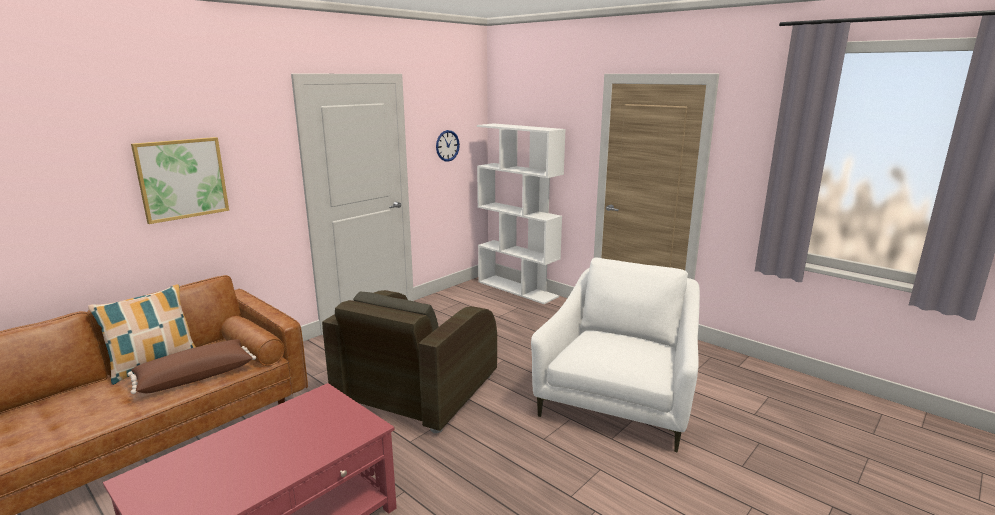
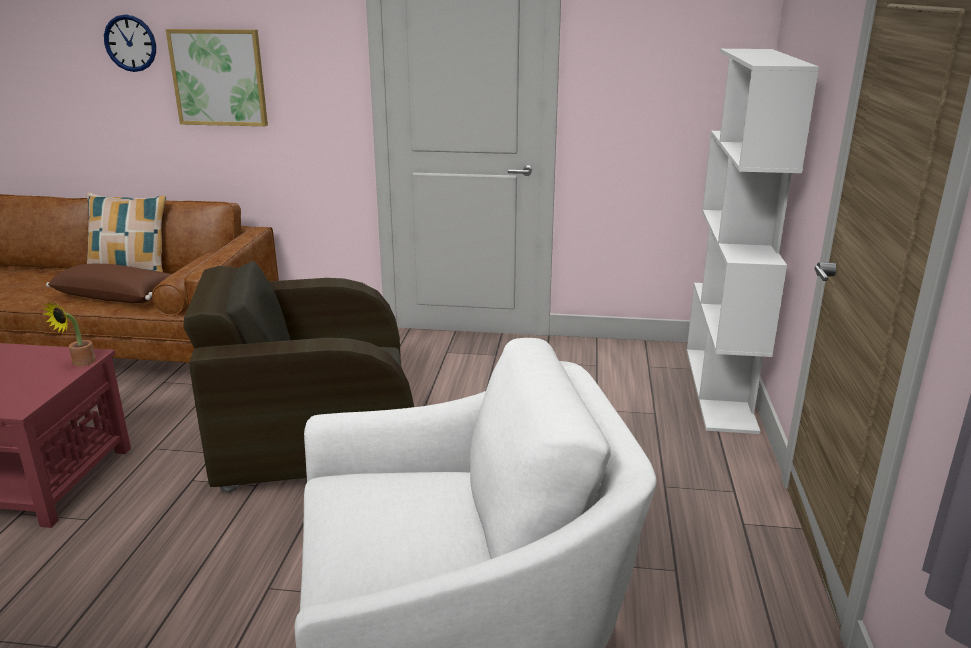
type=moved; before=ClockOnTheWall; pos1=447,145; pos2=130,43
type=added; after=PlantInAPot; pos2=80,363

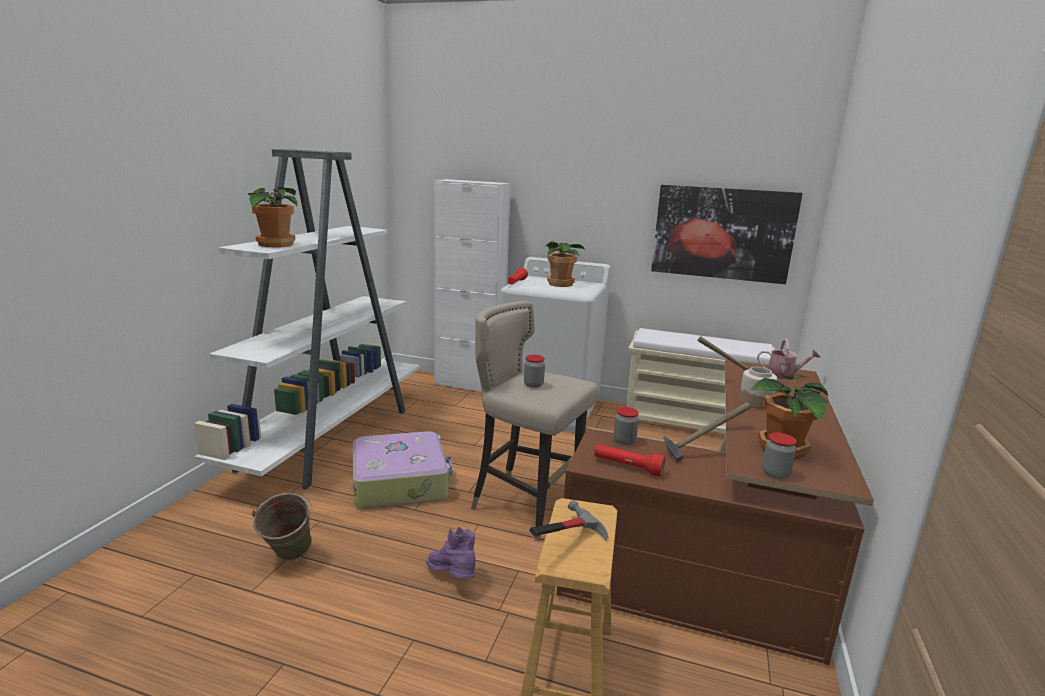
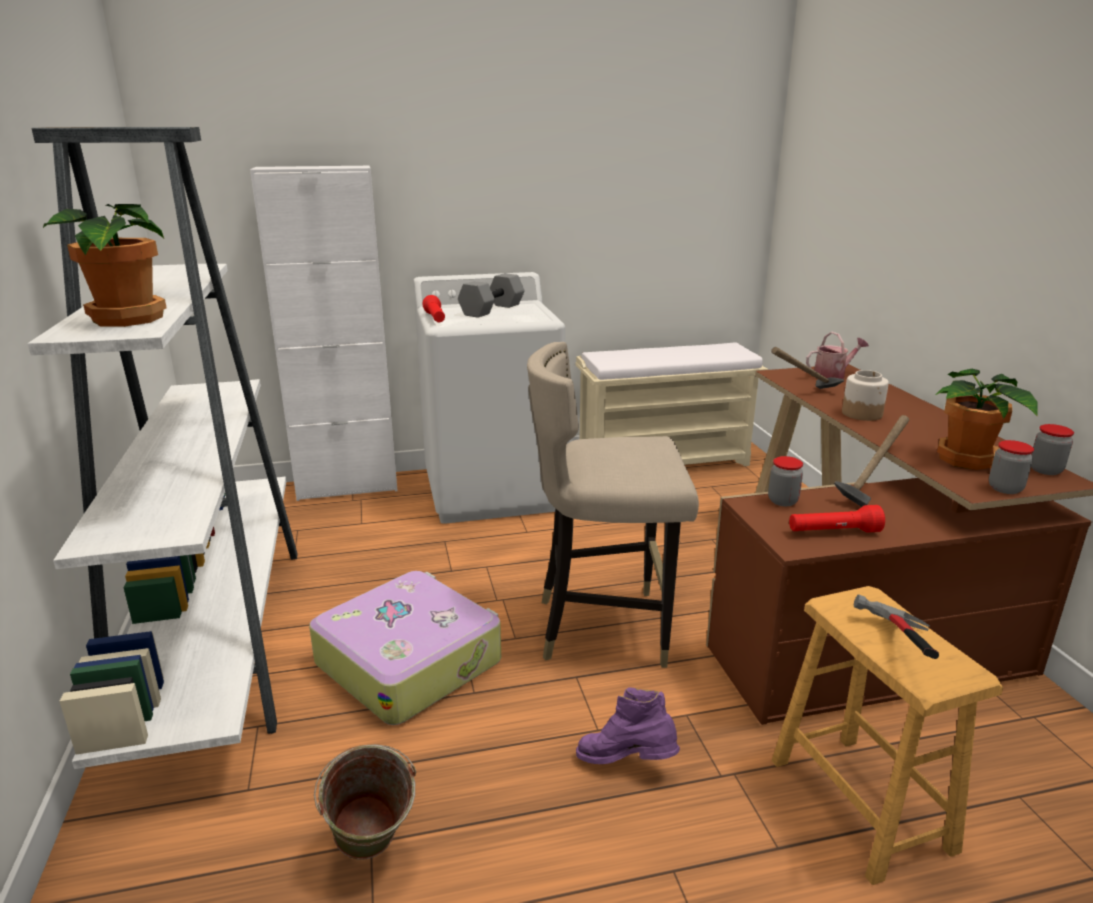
type=moved; before=Jar; pos1=533,385; pos2=1045,470
type=replaced; before=PlantInAPot; after=GrayDumbbell; pos1=560,284; pos2=492,310
type=removed; before=WallArt; pos1=722,233

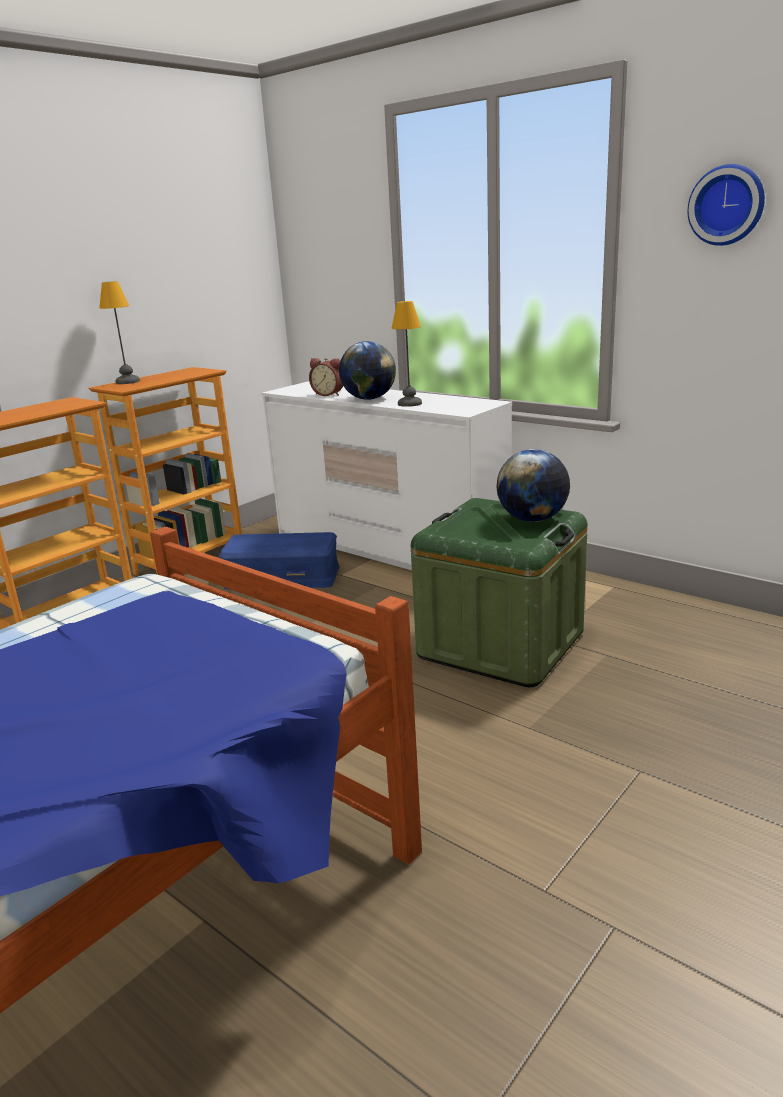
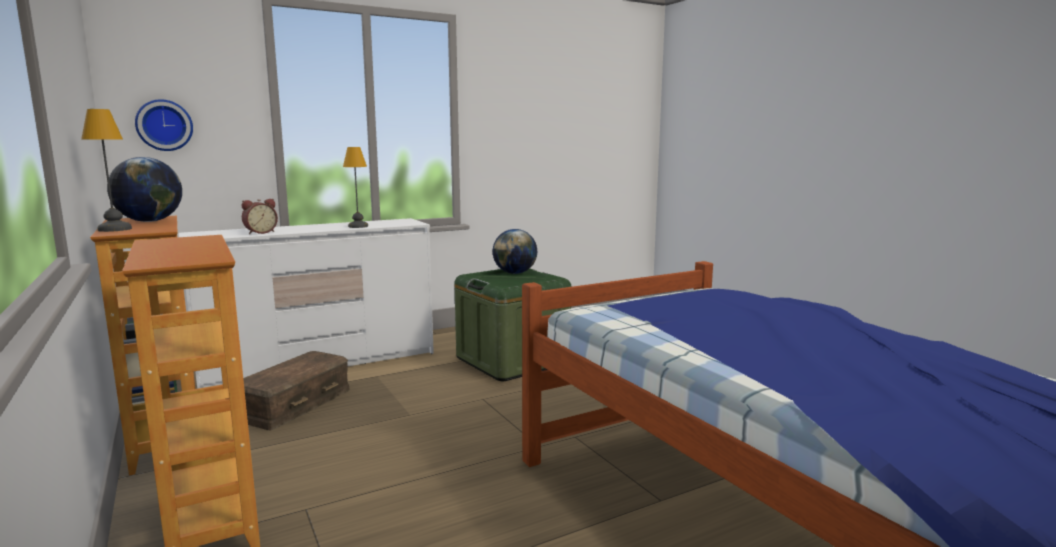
type=recoloured; before=BlueStorageBox; after=BrownishStorageBox; pos1=283,576; pos2=294,404
type=moved; before=WorldGlobe; pos1=369,399; pos2=149,221
type=moved; before=ClockOnTheWall; pos1=727,205; pos2=164,125

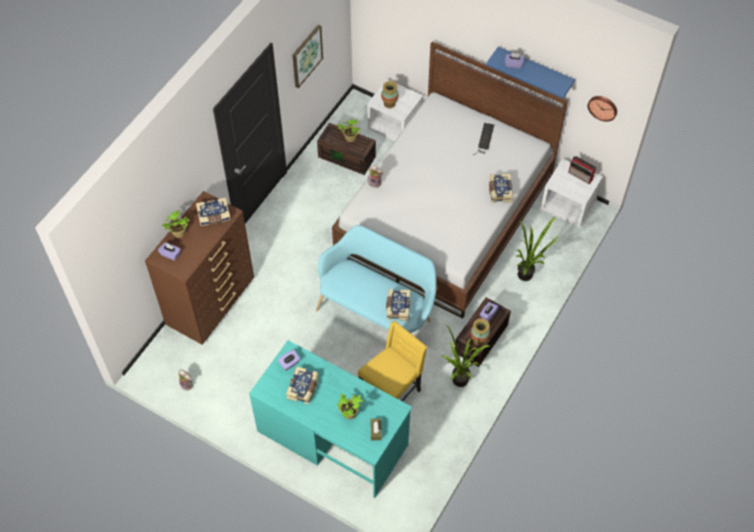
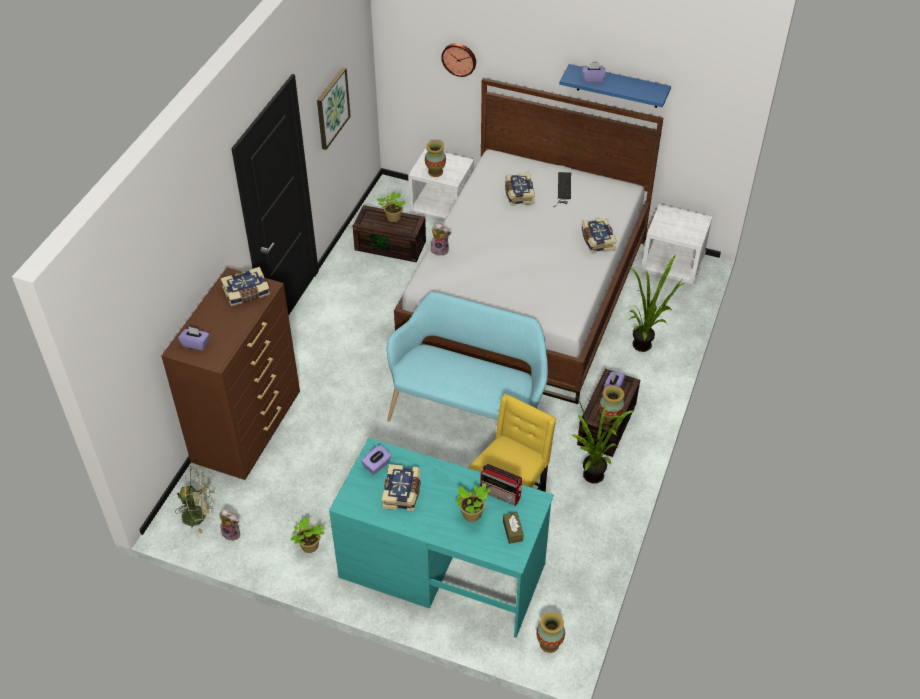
type=moved; before=PlantInAPot; pos1=178,233; pos2=309,547
type=moved; before=Volume; pos1=397,307; pos2=518,194
type=moved; before=RadioReceiver; pos1=581,176; pos2=501,494
type=moved; before=ClockOnTheWall; pos1=603,107; pos2=459,59
type=added; after=GreenElectricFan; pos2=200,515
type=added; after=Vase; pos2=549,644

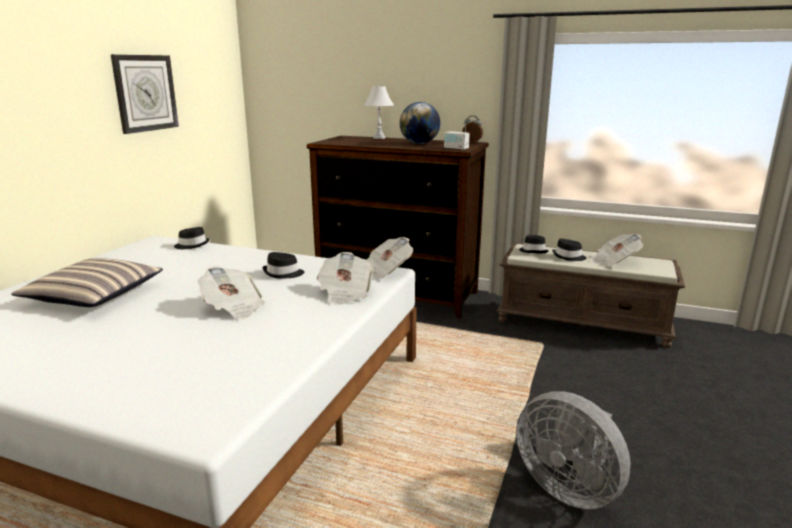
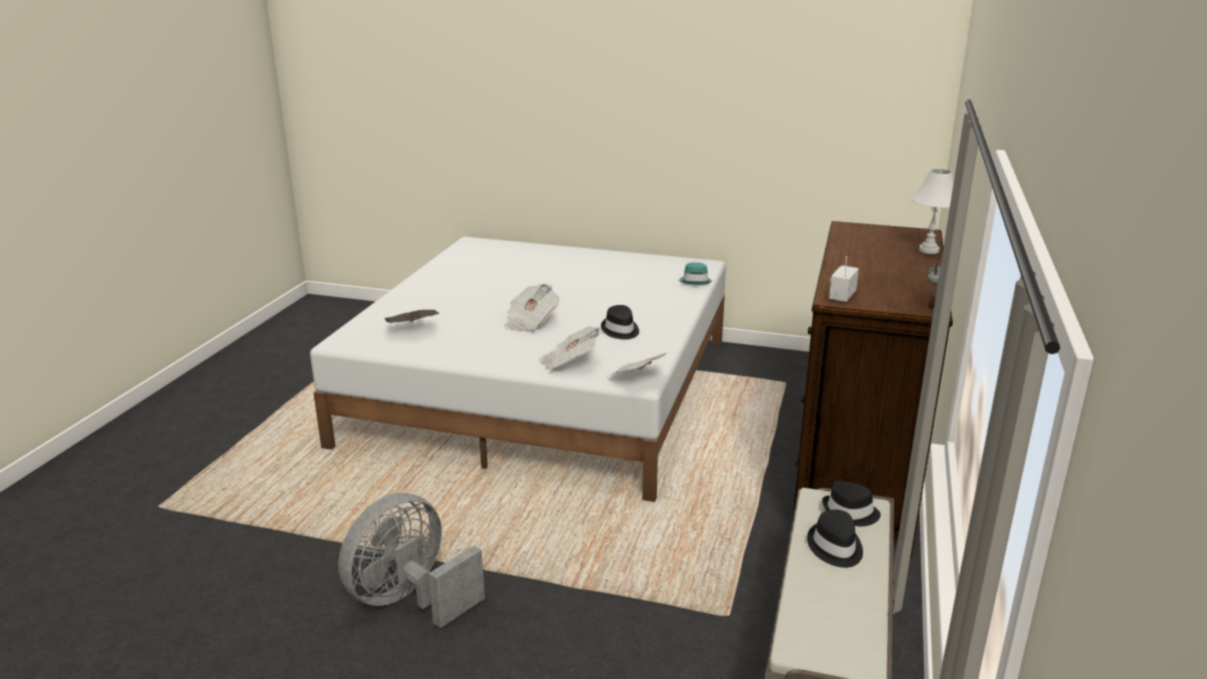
type=removed; before=ThrowPillow; pos1=94,295
type=removed; before=ClockOnTheWall; pos1=145,93
type=recoloured; before=BlackClothingHat; after=TurquoiseClothingHat; pos1=192,245; pos2=695,281
type=removed; before=WorldGlobe; pos1=419,143
type=moved; before=Newspaper; pos1=614,261; pos2=412,330

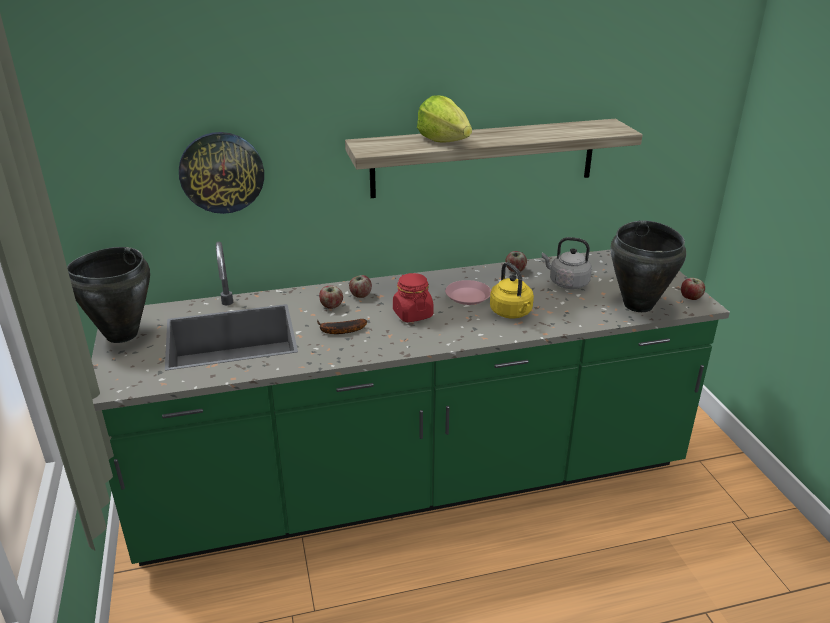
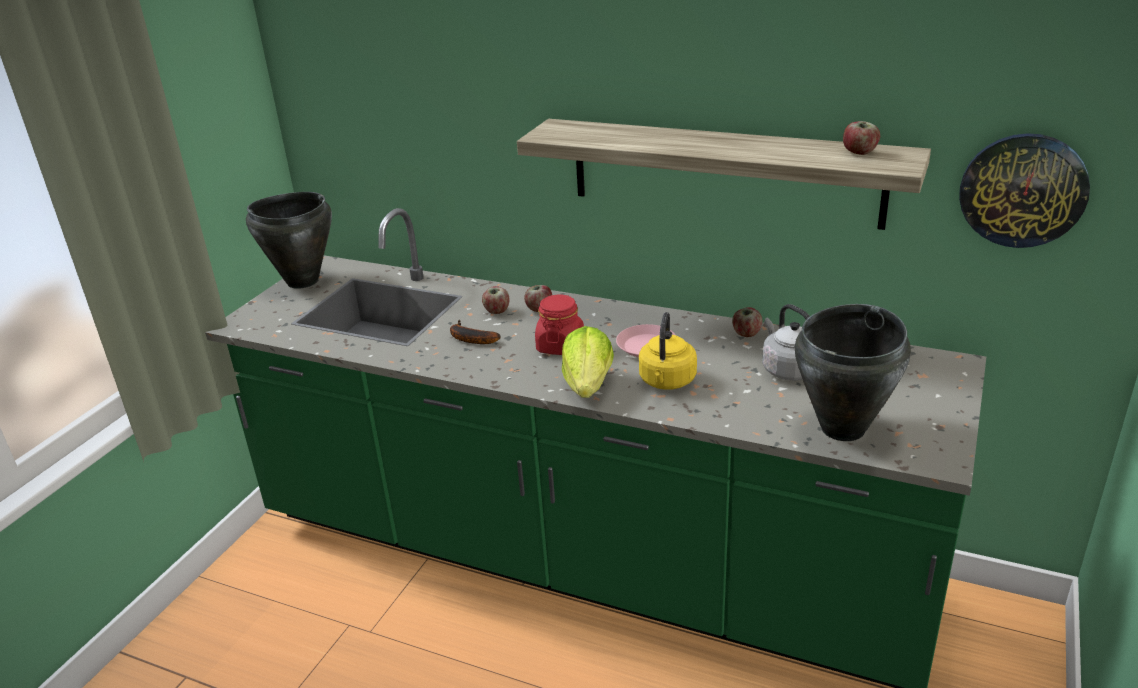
type=moved; before=ClockOnTheWall; pos1=221,172; pos2=1023,190
type=moved; before=LettuceHead; pos1=444,141; pos2=588,386
type=moved; before=Apple; pos1=691,298; pos2=859,153

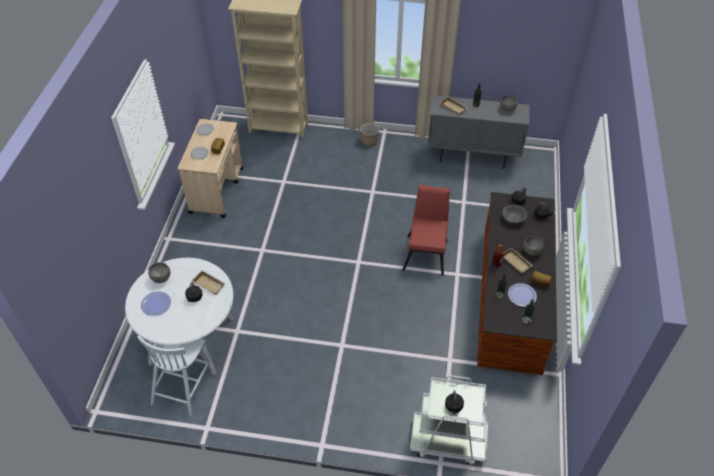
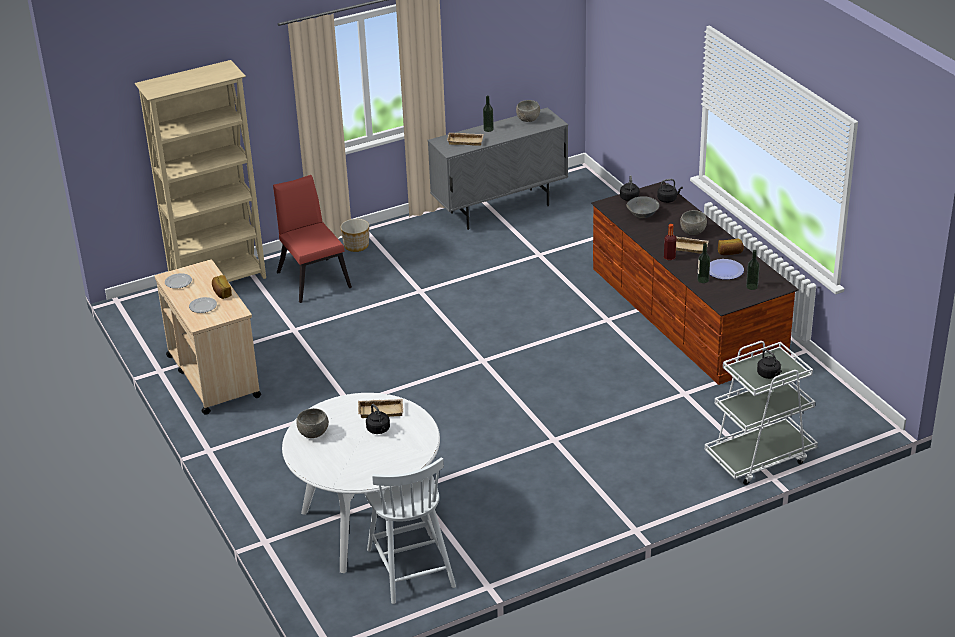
type=removed; before=FlatDish; pos1=156,304
type=moved; before=RedUprightChair; pos1=426,252; pos2=313,277

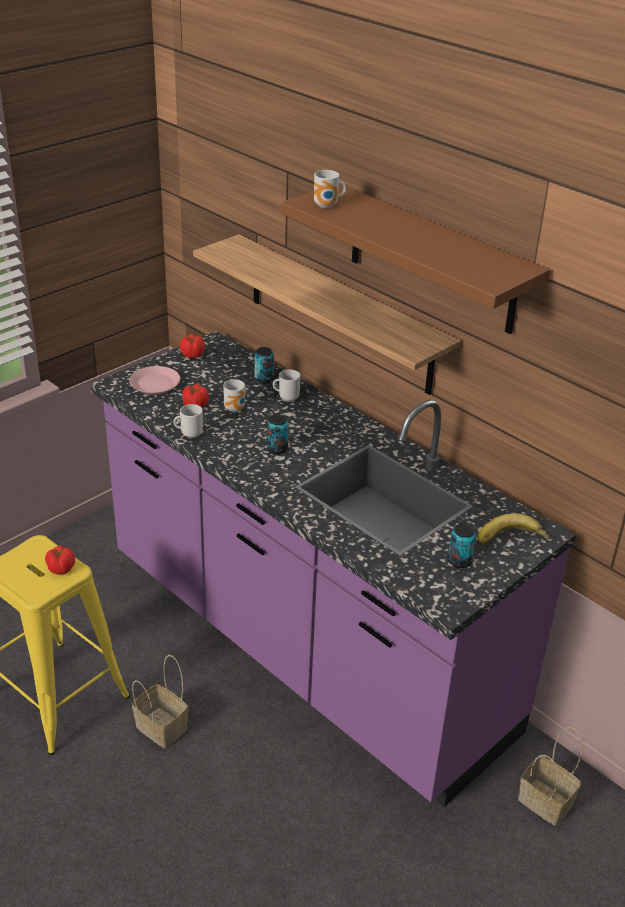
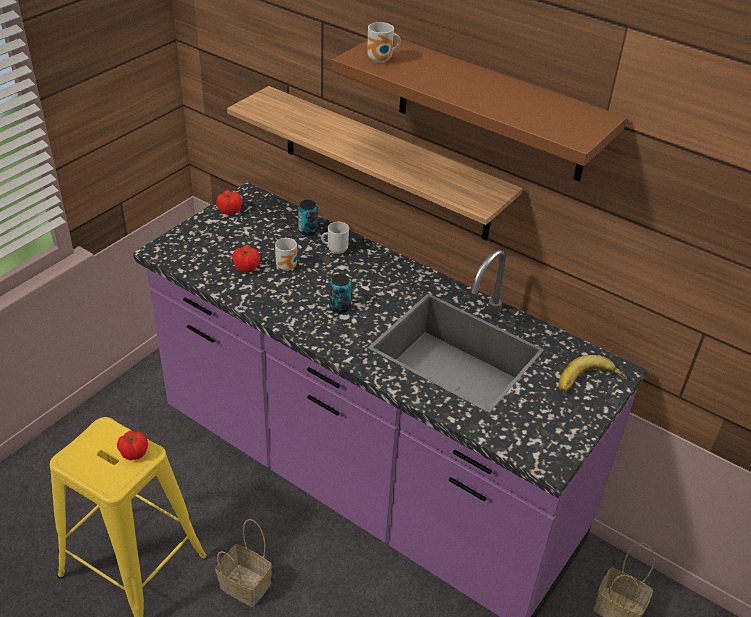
type=removed; before=PinkFlatDish; pos1=155,384
type=removed; before=Mug; pos1=190,434
type=removed; before=MetalCan; pos1=459,561

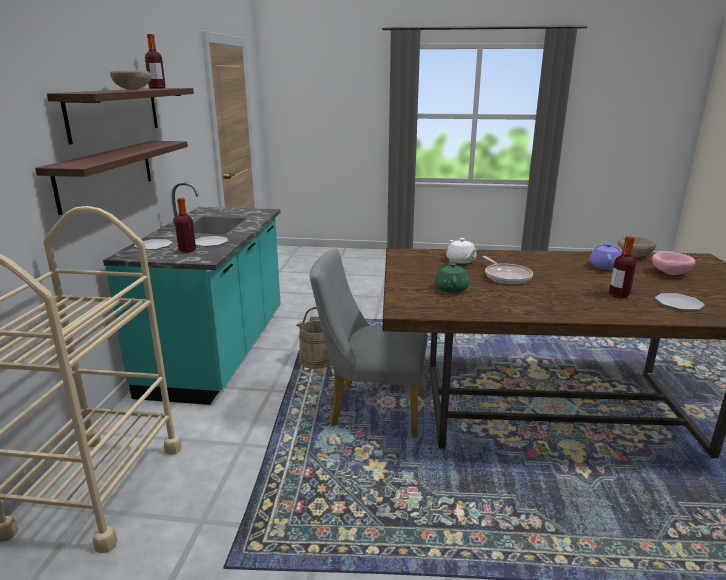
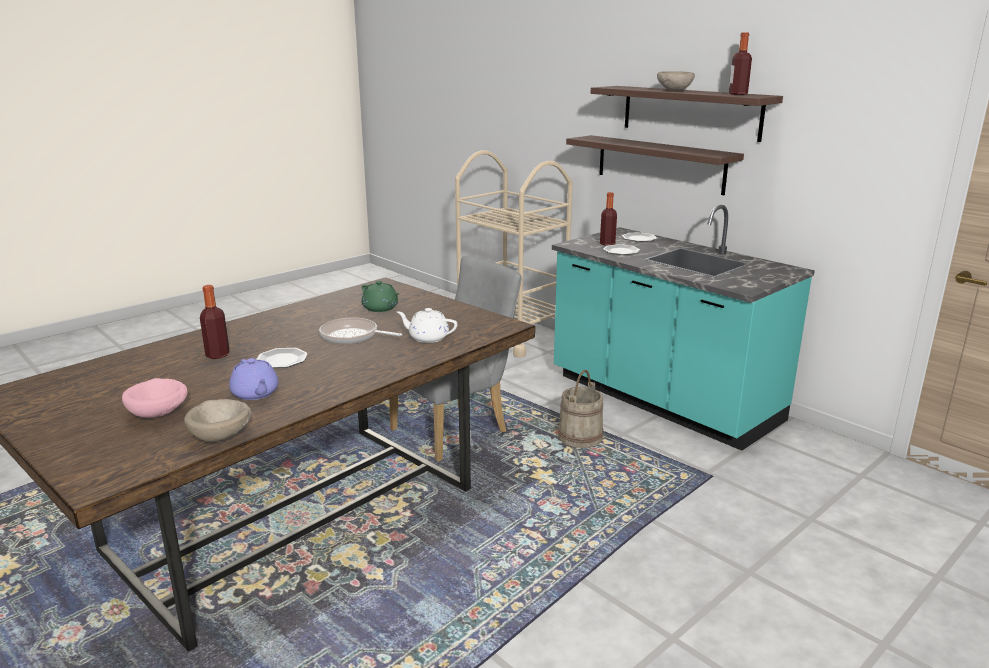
type=moved; before=FlatDish; pos1=678,303; pos2=281,360

